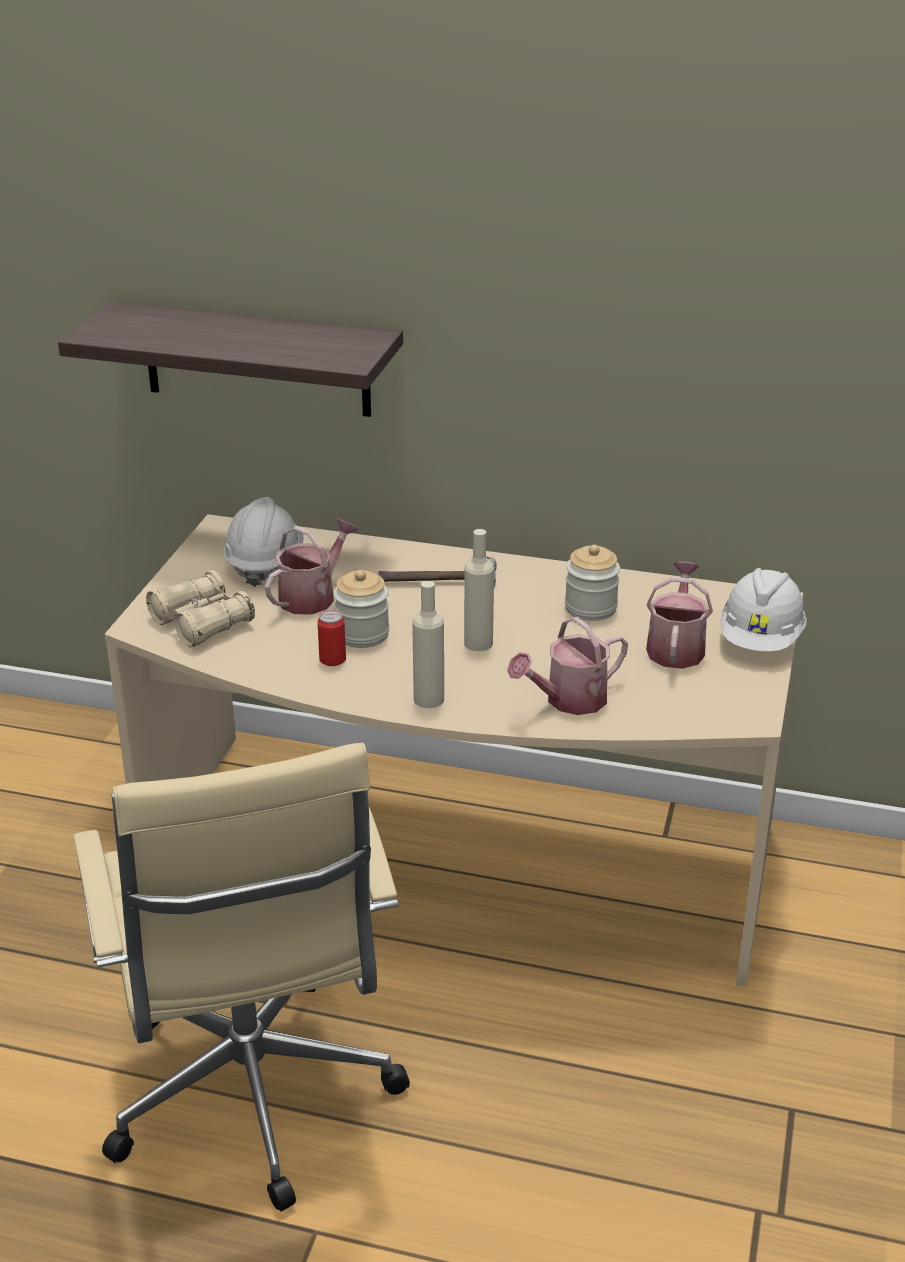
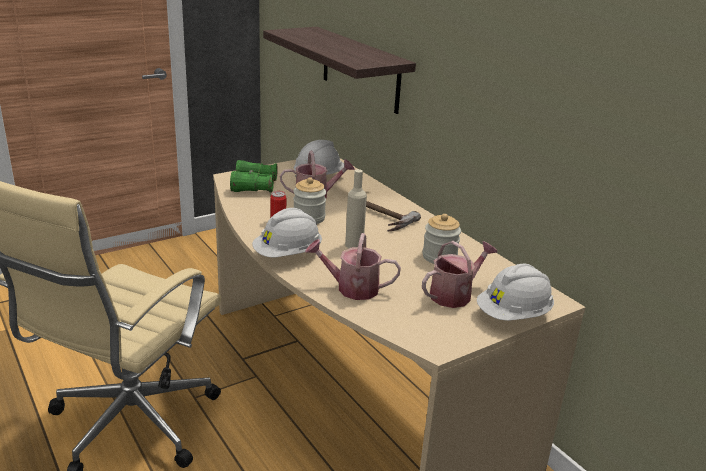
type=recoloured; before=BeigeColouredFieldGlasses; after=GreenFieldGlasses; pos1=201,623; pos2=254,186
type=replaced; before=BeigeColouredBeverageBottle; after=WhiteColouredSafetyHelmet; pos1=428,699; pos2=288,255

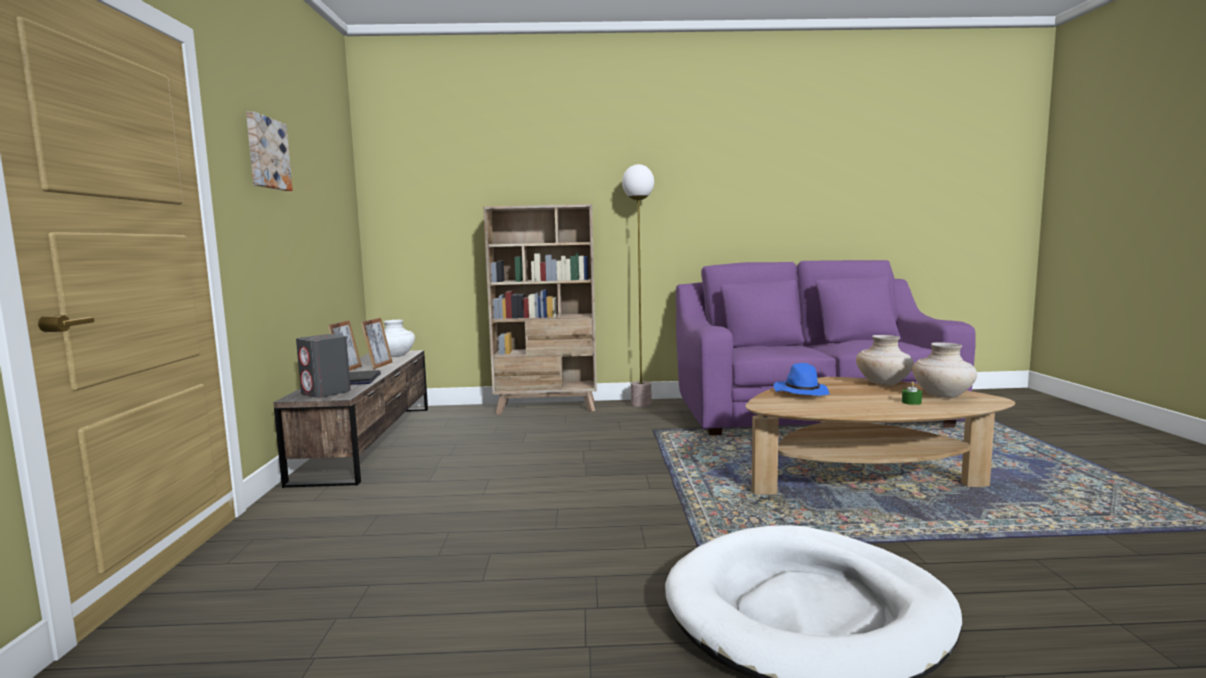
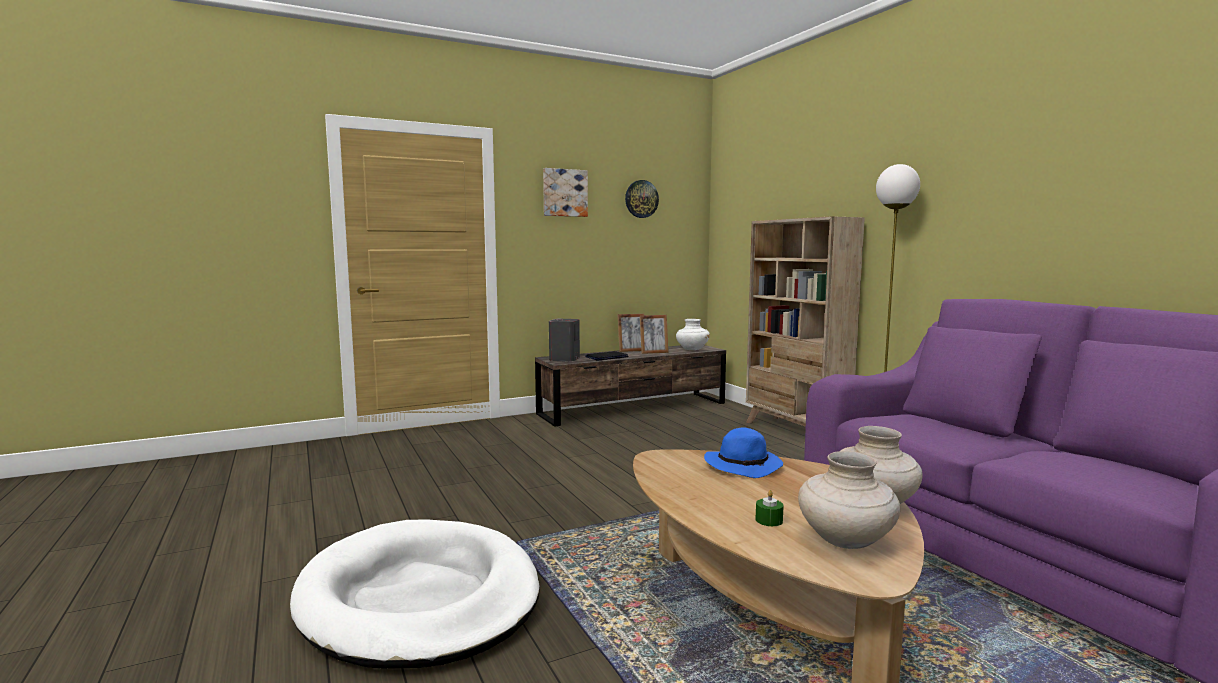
type=added; after=ClockOnTheWall; pos2=641,199

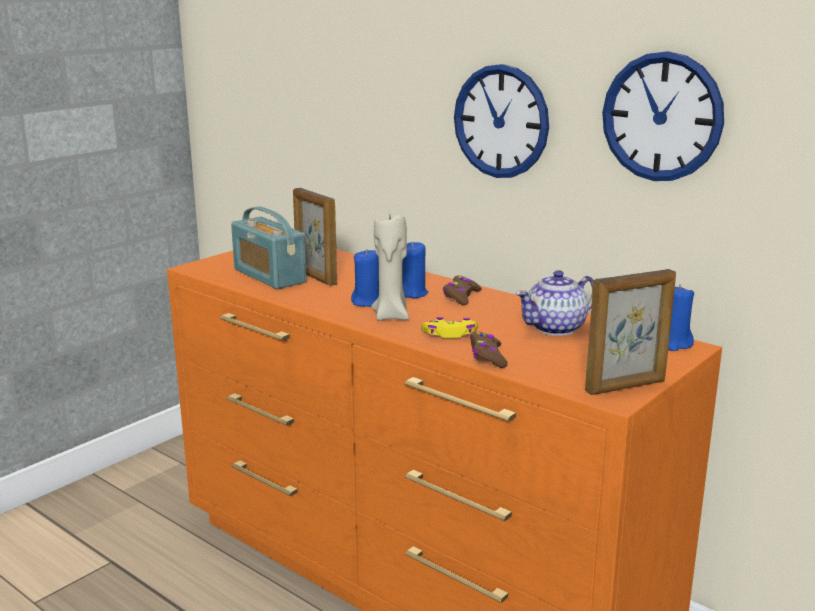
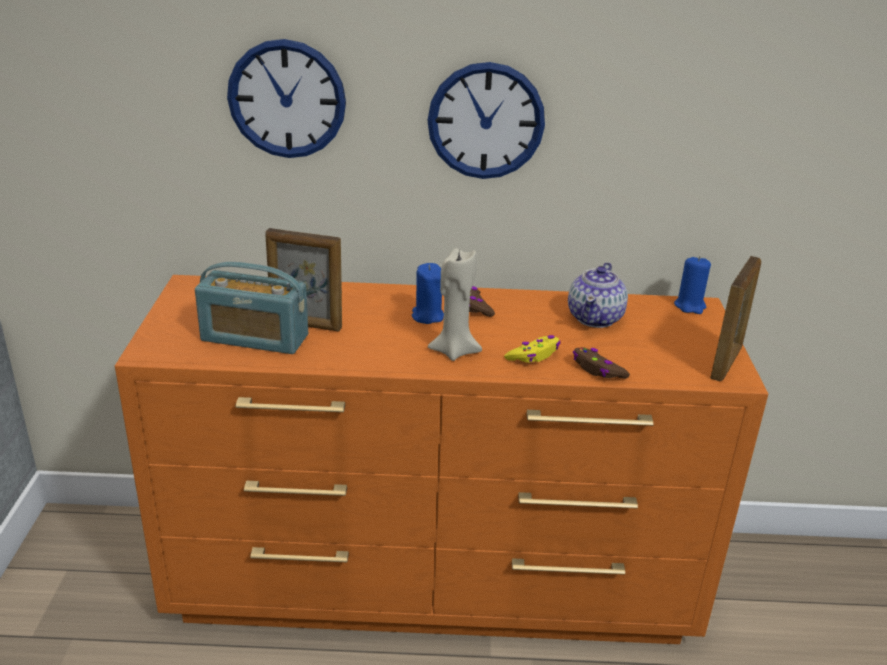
type=removed; before=BlueWaxCandle; pos1=368,302
type=moved; before=ClockOnTheWall; pos1=661,117; pos2=287,99

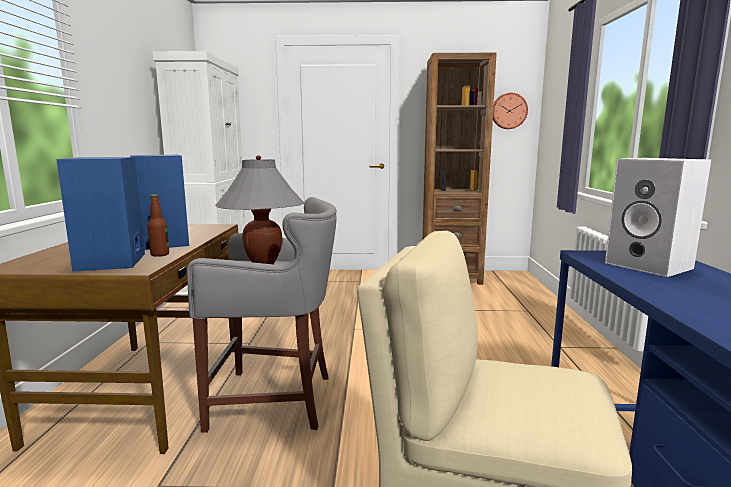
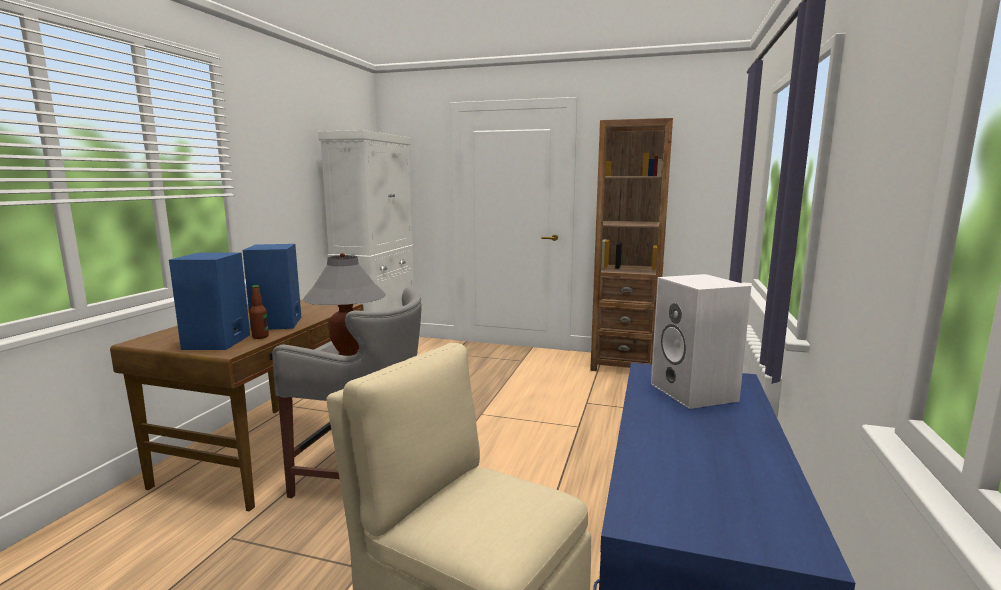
type=removed; before=ClockOnTheWall; pos1=508,111

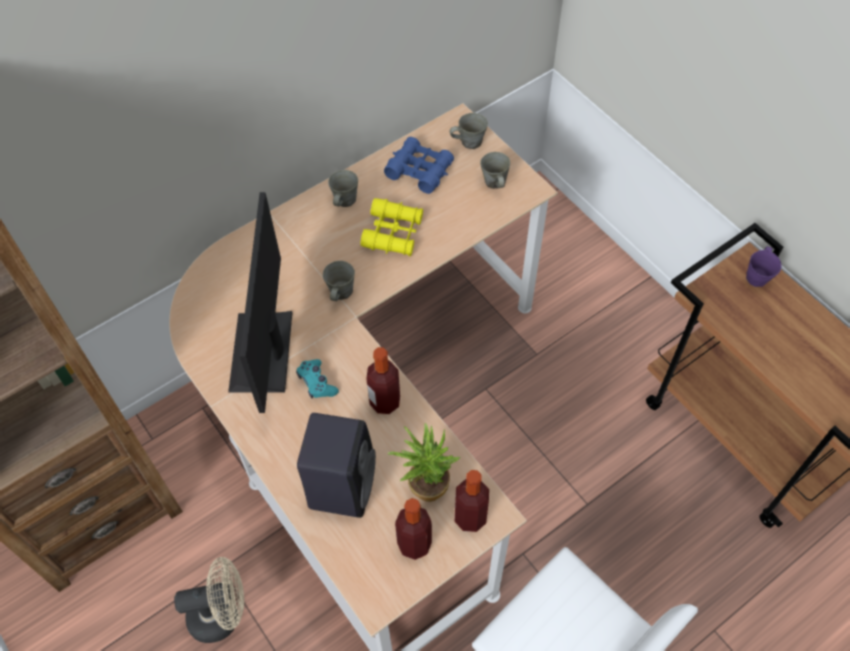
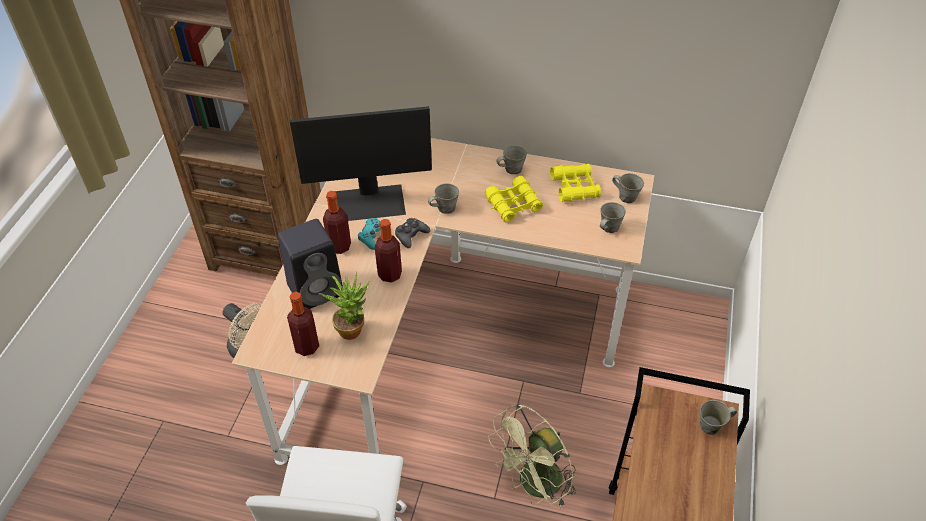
type=turned; before=ComputerDisplay; pos1=264,352; pos2=370,202; turn=-150
type=recoloured; before=BlueFieldGlasses; after=YellowColouredFieldGlasses; pos1=419,170; pos2=574,187
type=moved; before=BeverageBottle; pos1=470,517; pos2=339,246
type=recoloured; before=PurpleColouredMug; after=GrayMug; pos1=757,277; pos2=712,426
type=added; after=BlackGamepad; pos2=411,235
type=added; after=GreenElectricFan; pos2=534,486

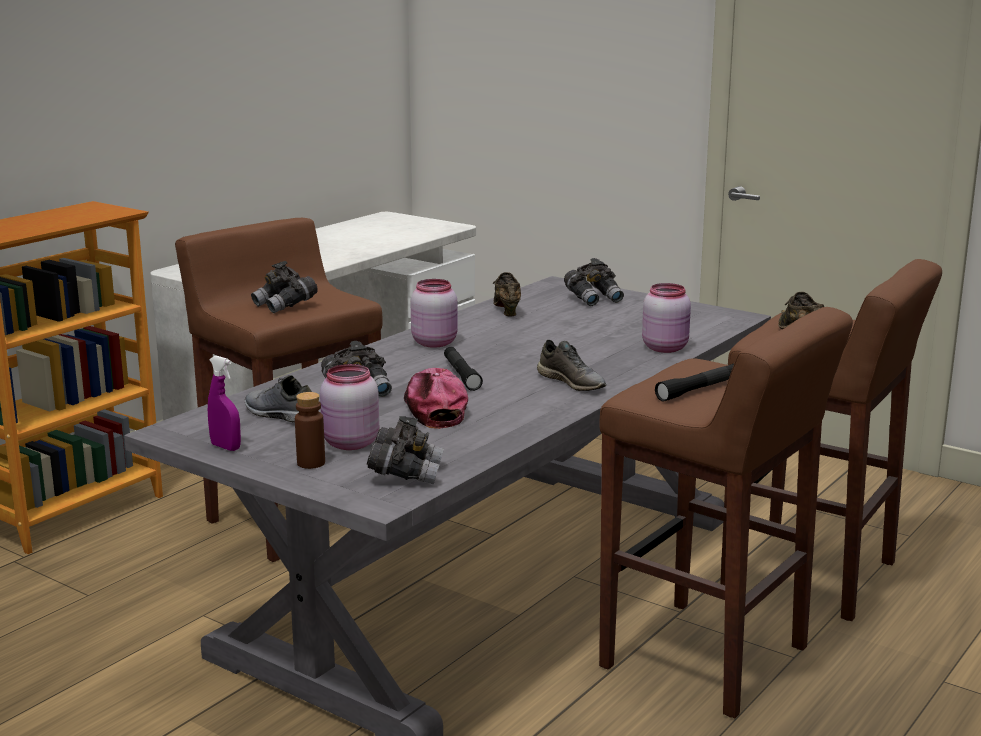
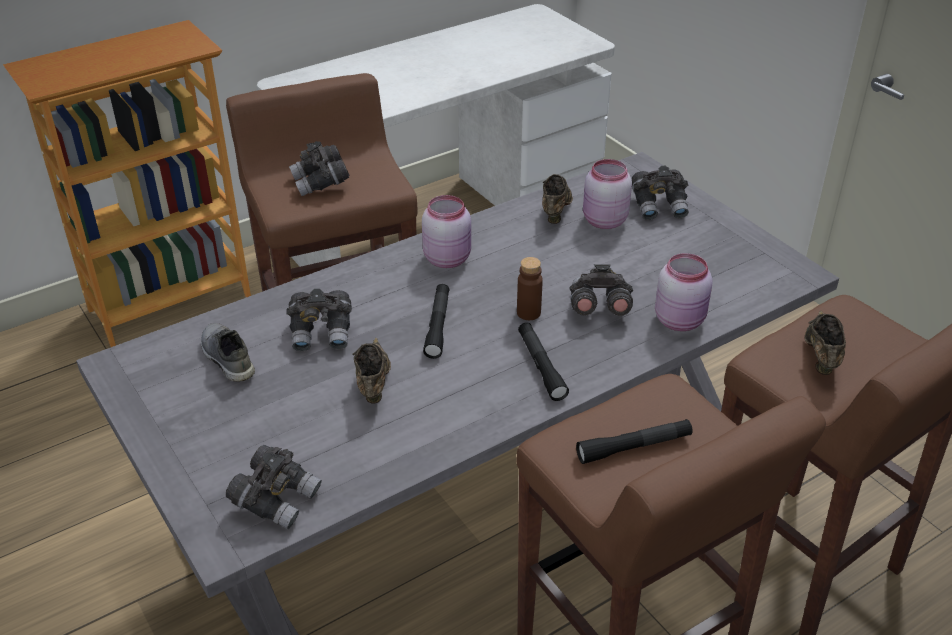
type=removed; before=PurpleColouredSprayer; pos1=225,447
type=moved; before=BrownishBeverageBottle; pos1=311,463; pos2=528,313
type=moved; before=PinkJar; pos1=349,443; pos2=603,221
type=replaced; before=BaseballCap; after=BrownishShoe; pos1=433,409; pos2=373,384
type=replaced; before=GrayShoe; after=BlackFlashlight; pos1=572,382; pos2=541,366
type=added; after=GrayFieldGlasses; pos2=598,308

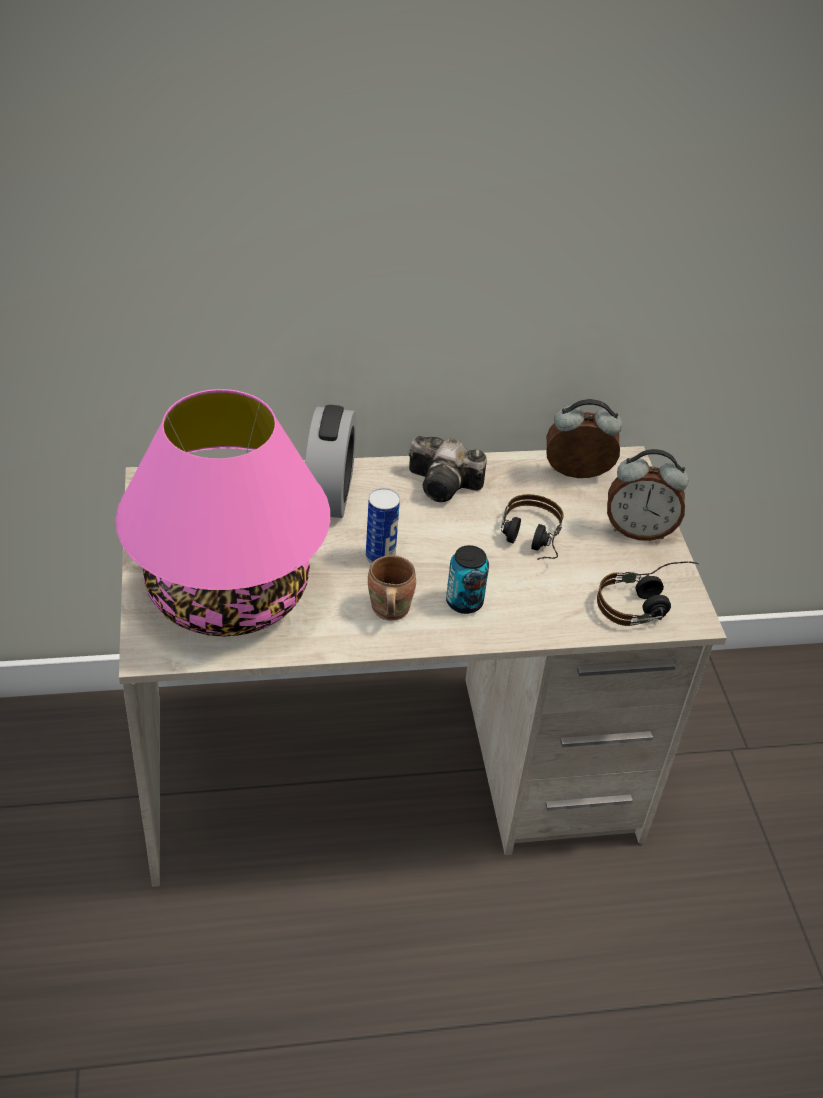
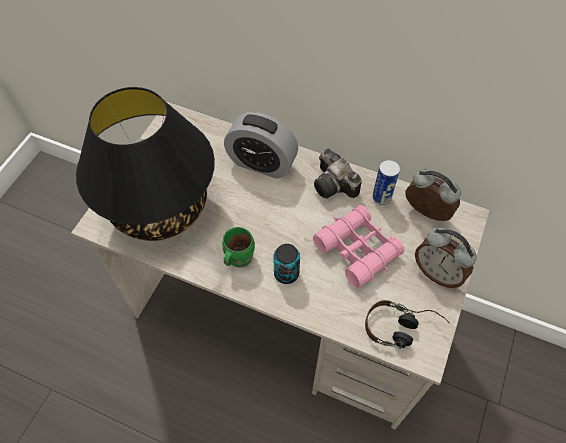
type=recoloured; before=PinkTabletopLamp; after=BlackTabletopLamp; pos1=228,594; pos2=160,206
type=turned; before=AlarmClock; pos1=329,494; pos2=262,163; turn=75
type=moved; before=MetalCan; pos1=380,557; pos2=381,197
type=recoloured; before=BrownishMug; after=GreenMug; pos1=387,610; pos2=237,258
type=replaced; before=PairOfHeadphones; after=PinkFieldGlasses; pos1=529,543; pos2=357,250

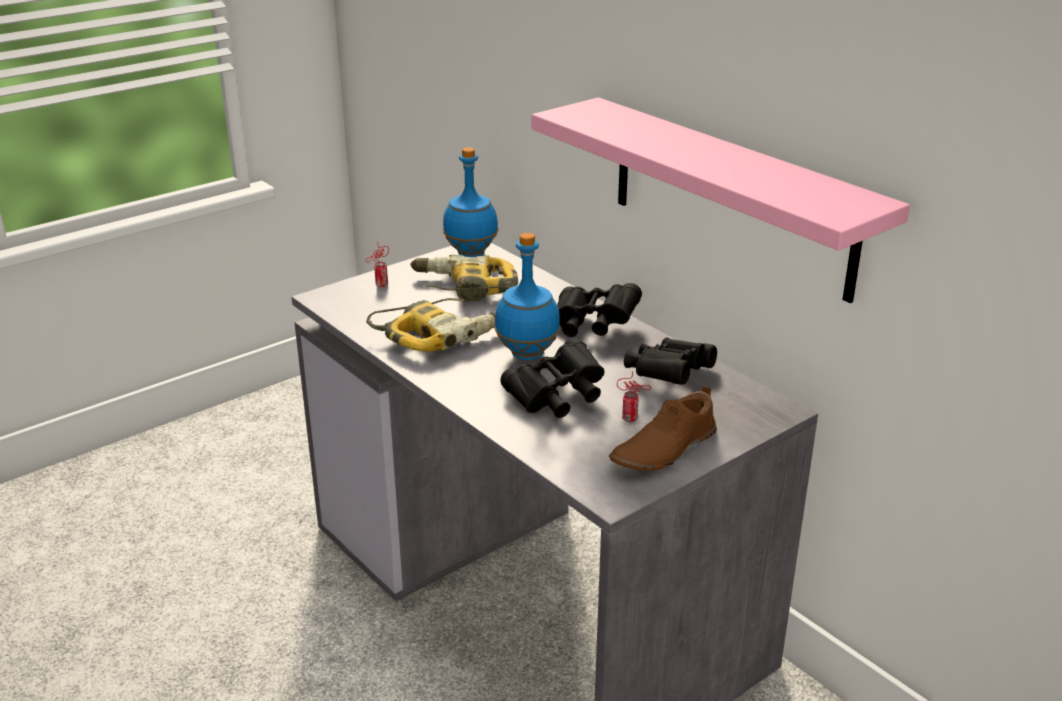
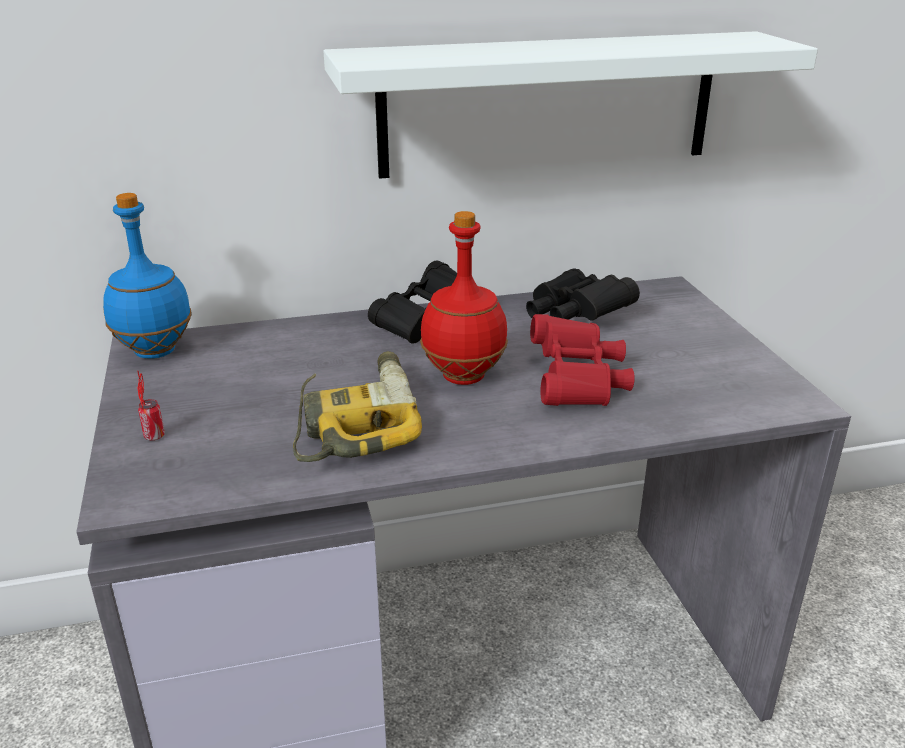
type=removed; before=Drill; pos1=465,289
type=recoloured; before=BlueBeverageBottle; after=RedBeverageBottle; pos1=528,354; pos2=465,376
type=recoloured; before=BlackFieldGlasses; after=RedFieldGlasses; pos1=557,397; pos2=578,383
type=recoloured; before=PinkBracketShelf; after=WhiteColouredBracketShelf; pos1=730,197; pos2=548,104
type=removed; before=BrownishShoe; pos1=663,449
type=removed; before=MetalCan; pos1=631,419

